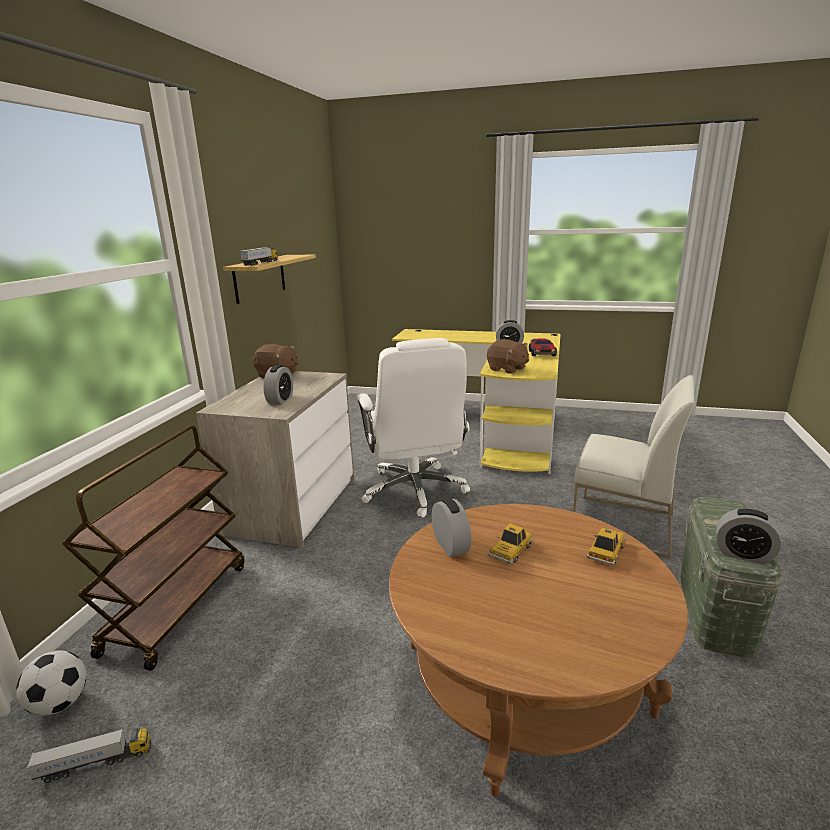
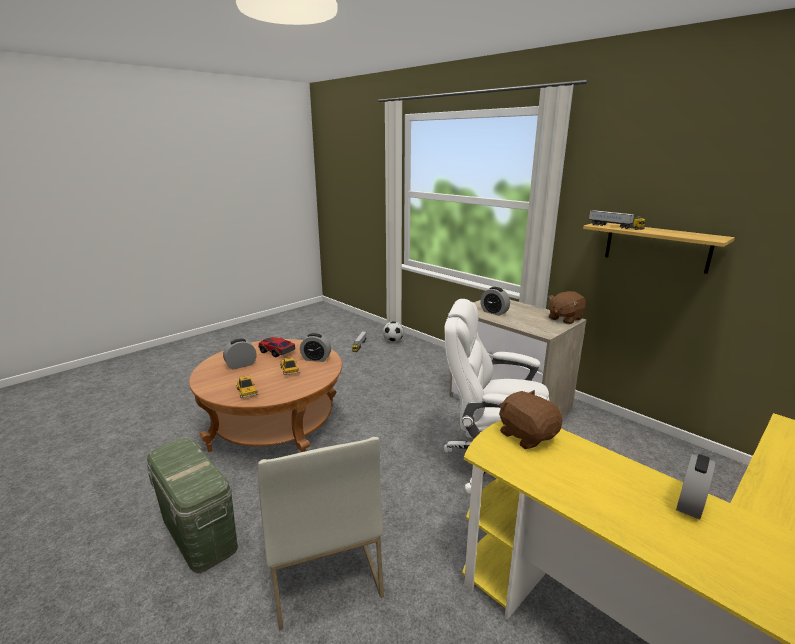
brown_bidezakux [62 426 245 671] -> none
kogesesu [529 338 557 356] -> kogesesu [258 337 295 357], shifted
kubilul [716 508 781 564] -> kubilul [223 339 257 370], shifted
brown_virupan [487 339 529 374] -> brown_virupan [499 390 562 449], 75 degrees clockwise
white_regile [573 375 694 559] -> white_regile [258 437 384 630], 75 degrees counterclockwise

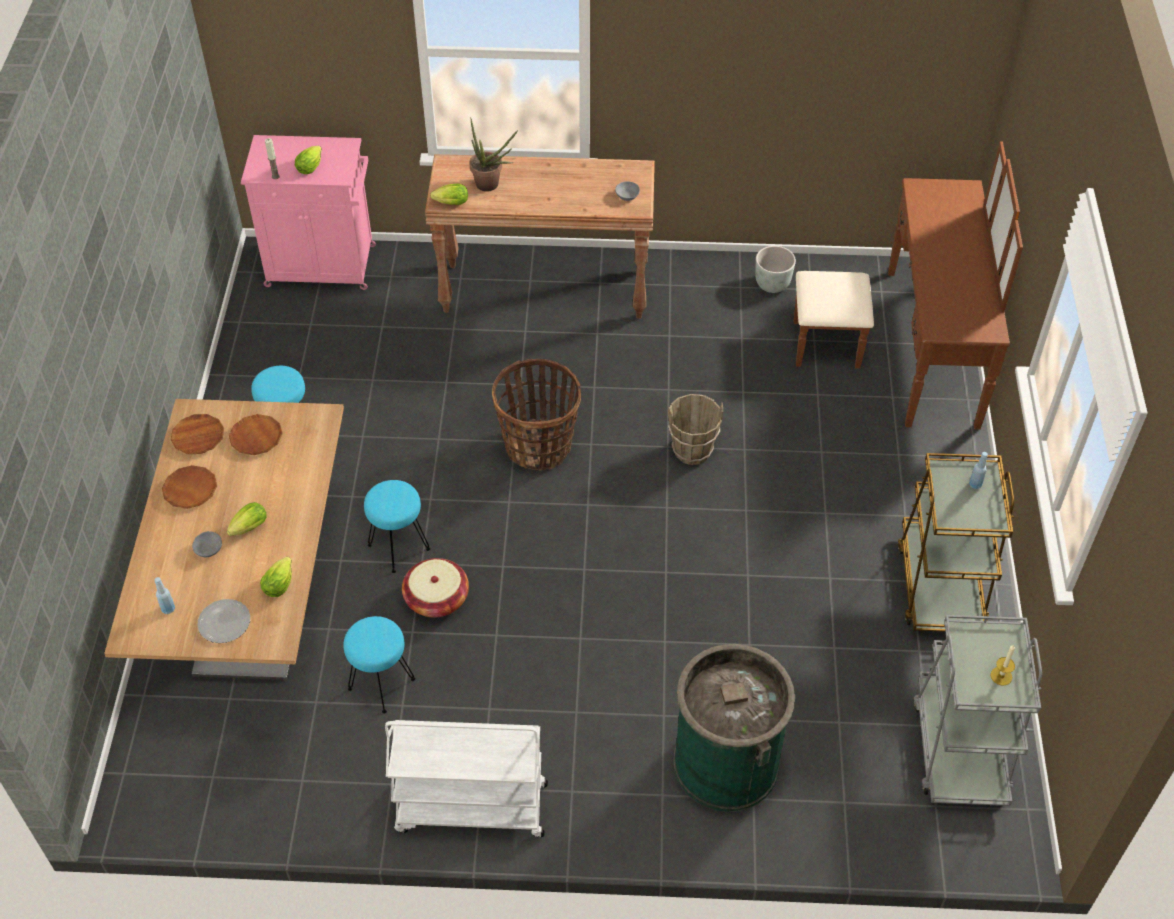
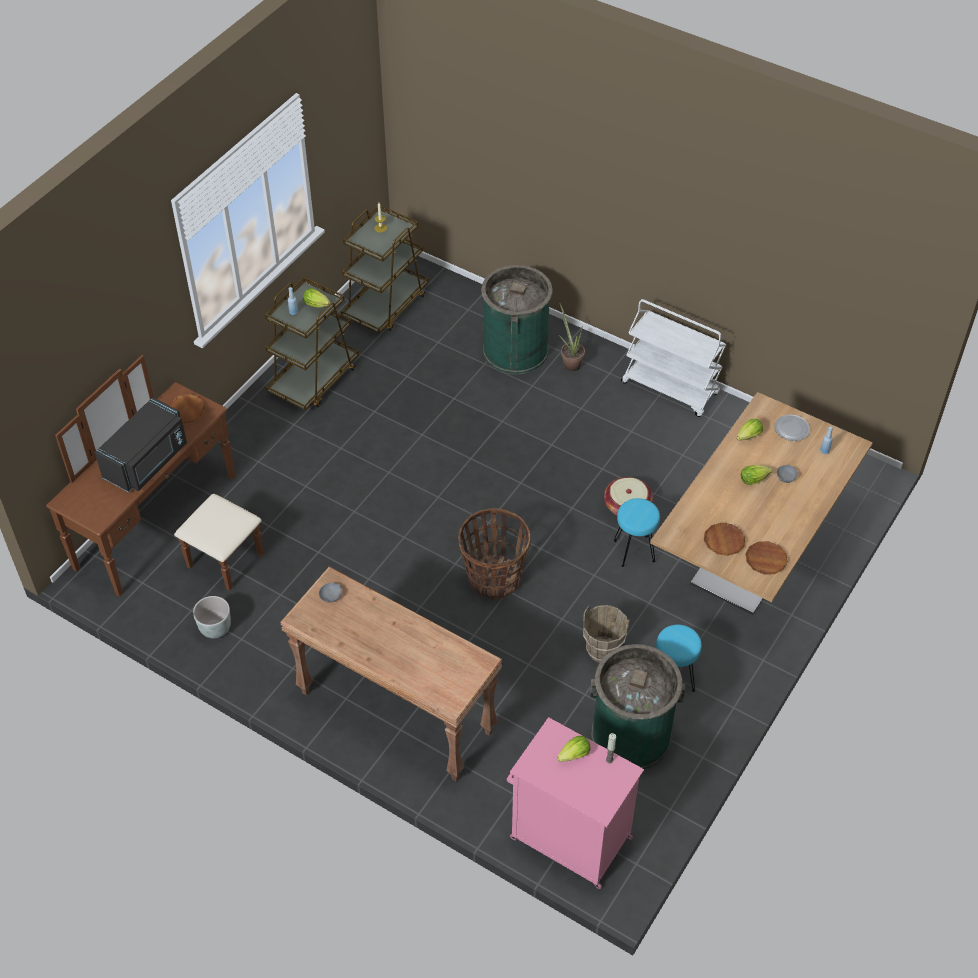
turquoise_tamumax [344 616 415 714] -> none
none -> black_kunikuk [95 397 187 492]
none -> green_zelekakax [590 644 685 769]
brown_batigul [162 465 217 509] -> brown_batigul [168 394 206 423], shifted
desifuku [430 184 468 205] -> desifuku [303 288 331 308], shifted
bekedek [469 117 518 192] -> bekedek [559 302 585 371], shifted
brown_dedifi [668 394 723 465] -> brown_dedifi [583 605 630 663], shifted
grey_bidezakux [914 615 1042 806] -> brown_bidezakux [341 205 429 333]

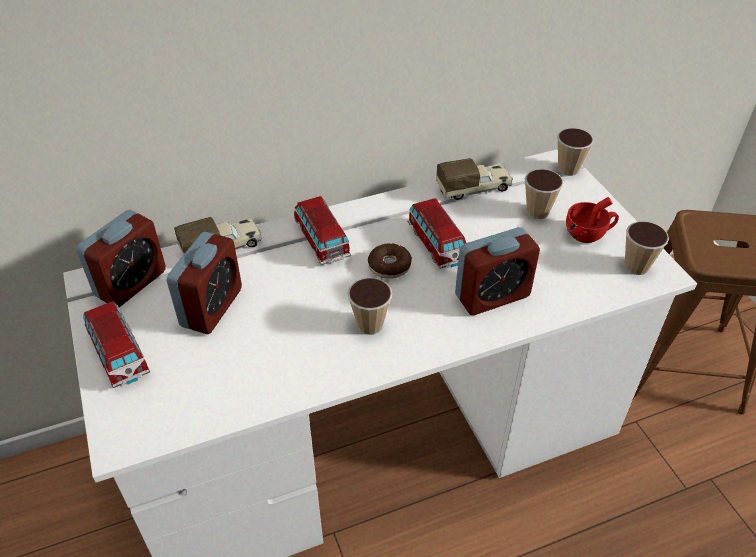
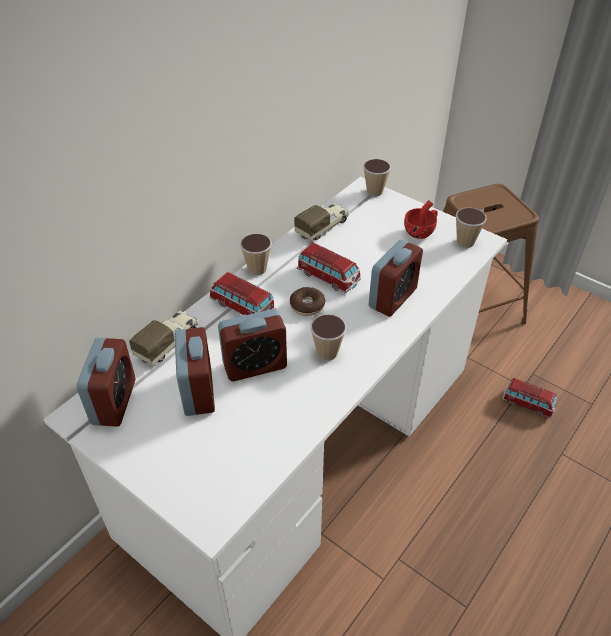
none -> kubilul [218 309 287 381]
kogesesu [83 301 150 388] -> kogesesu [502 378 557 418], shifted
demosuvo [525 169 564 219] -> demosuvo [240 233 272 275], shifted

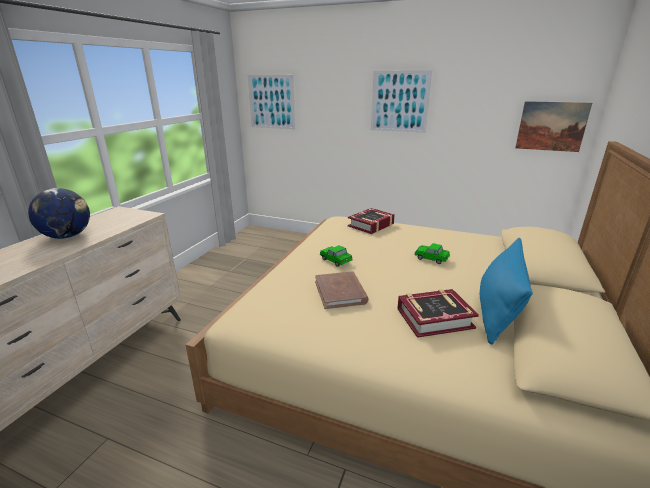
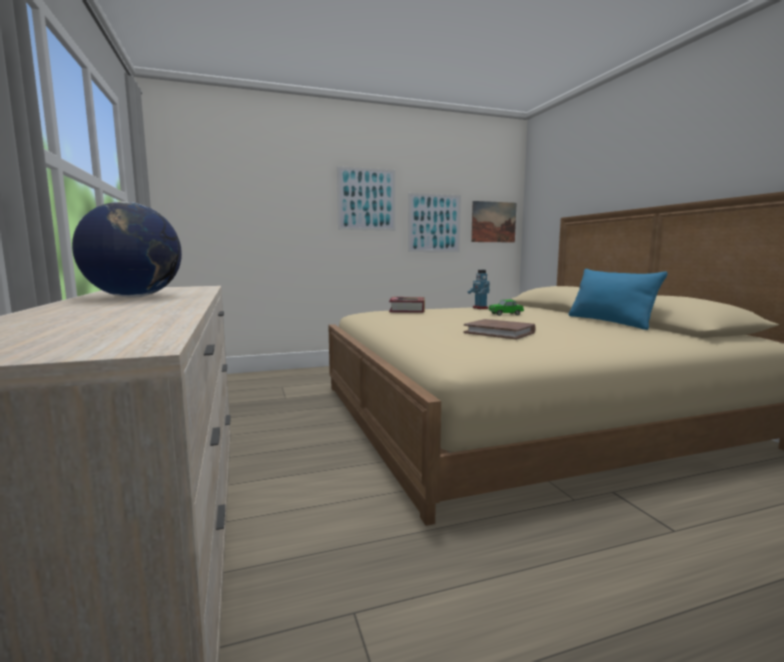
kogesesu [320 245 353 267] -> none
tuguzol [397 289 479 338] -> none
none -> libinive [468 270 490 309]
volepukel [248 75 295 129] -> volepukel [408 193 461 252], shifted

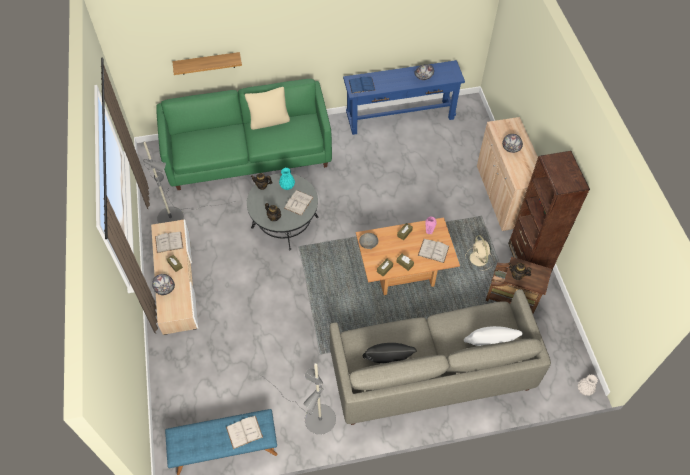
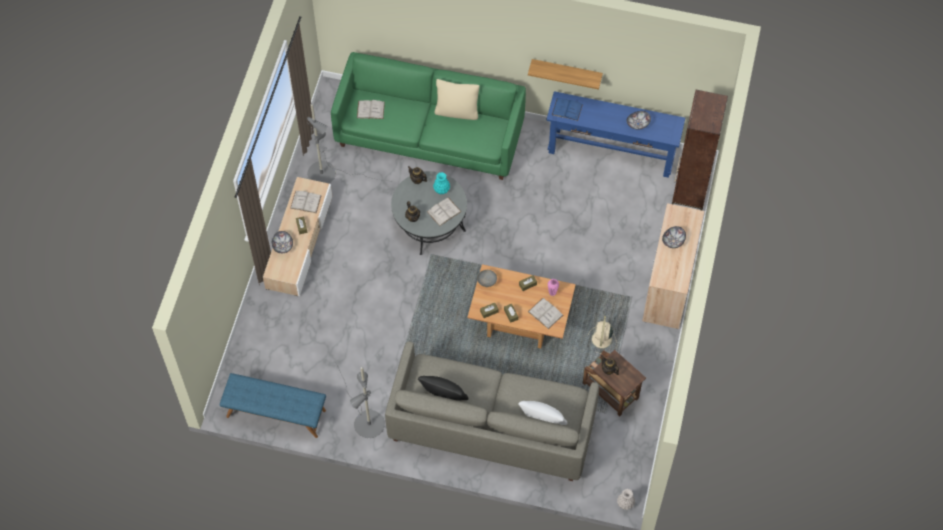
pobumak [172 52 242 75] -> pobumak [528 59 603 90], shifted
white_tuguzol [226 416 263 449] -> white_tuguzol [357 100 385 119], shifted
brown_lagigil [508 151 590 272] -> brown_lagigil [672 90 728 210], shifted

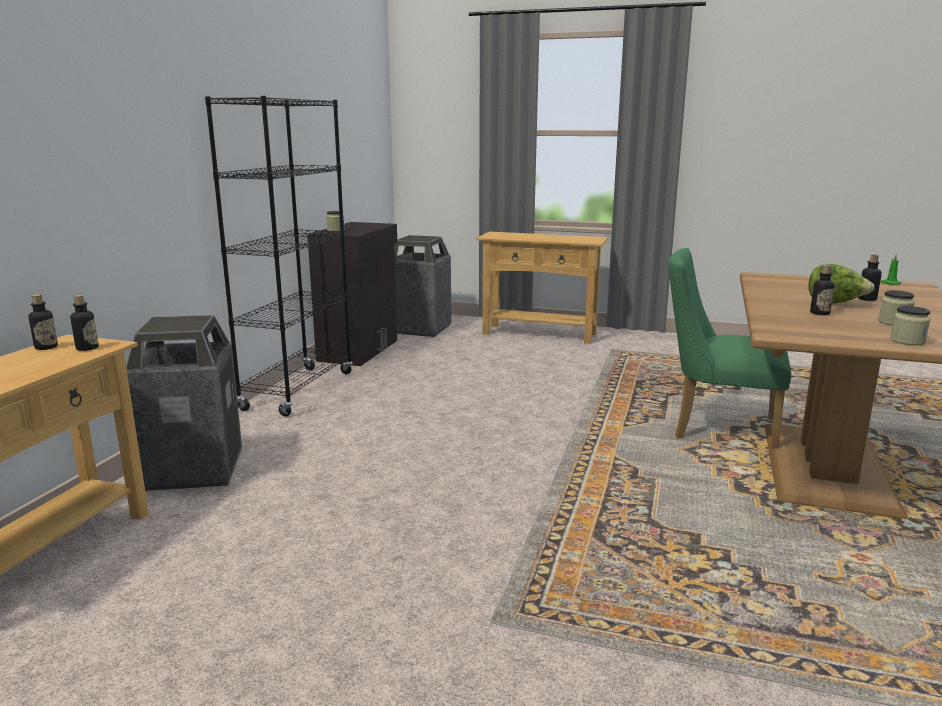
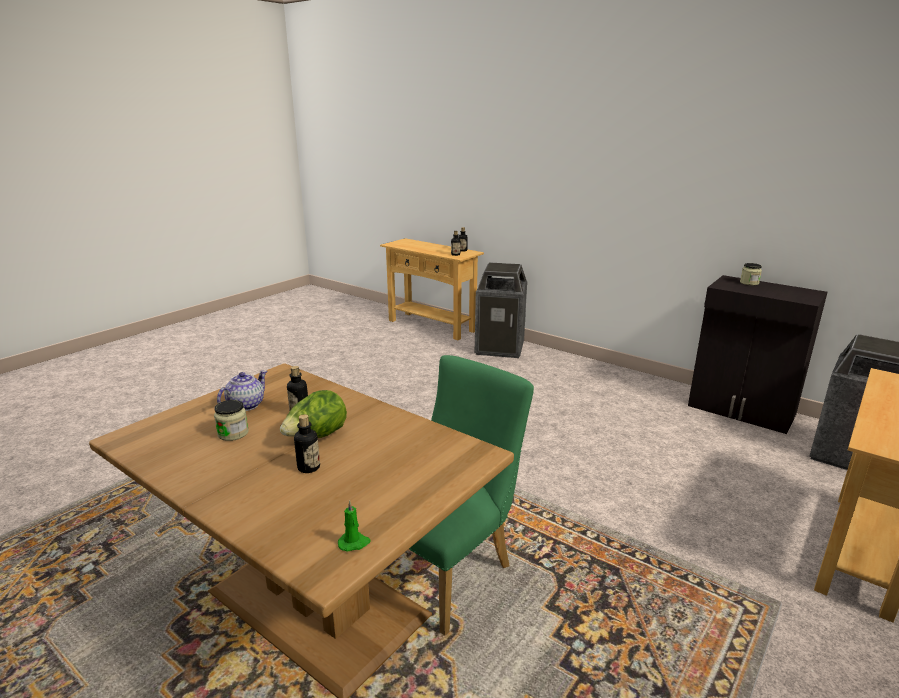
black_lagigil [205 96 353 417] -> none
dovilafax [890 306 930 345] -> none
none -> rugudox [217 370 267 411]

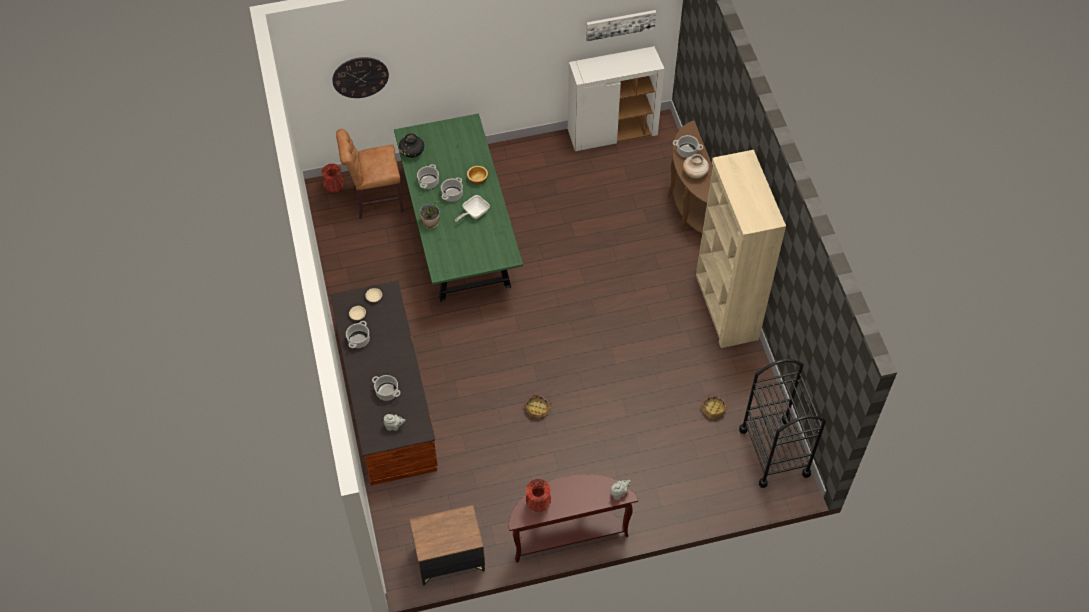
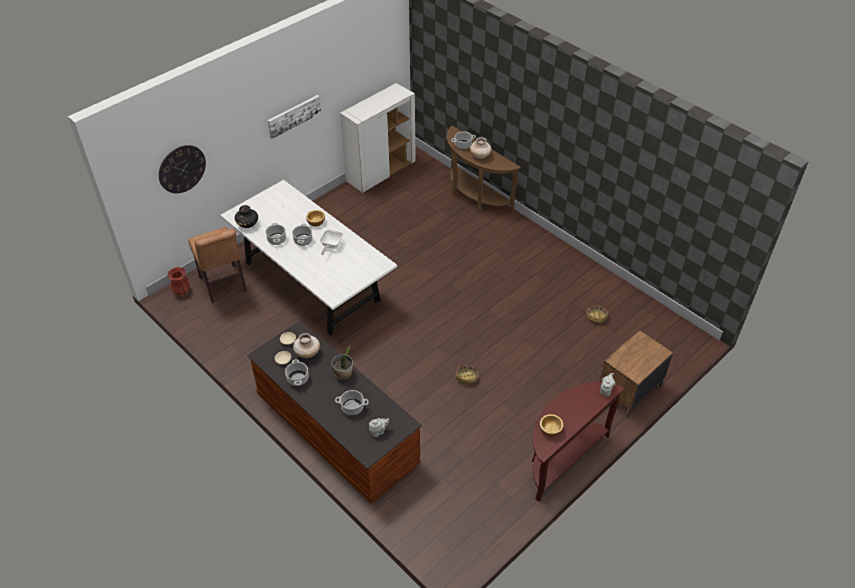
beige_lagigil [696 150 786 348] -> none
black_bidezakux [739 359 826 488] -> none
none -> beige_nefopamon [293 333 320 358]
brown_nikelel [409 505 485 586] -> brown_nikelel [600 330 673 418], shifted
bekedek [419 201 440 229] -> bekedek [331 346 353 380], shifted
volepukel [586 10 656 41] -> volepukel [268 95 321 139], shifted
red_nefopamon [526 479 551 512] -> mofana [540 414 564 437]
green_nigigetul [394 114 523 302] -> white_nigigetul [220 180 397 335]
brown_regile [336 129 404 219] -> brown_regile [188 227 247 303], 75 degrees counterclockwise

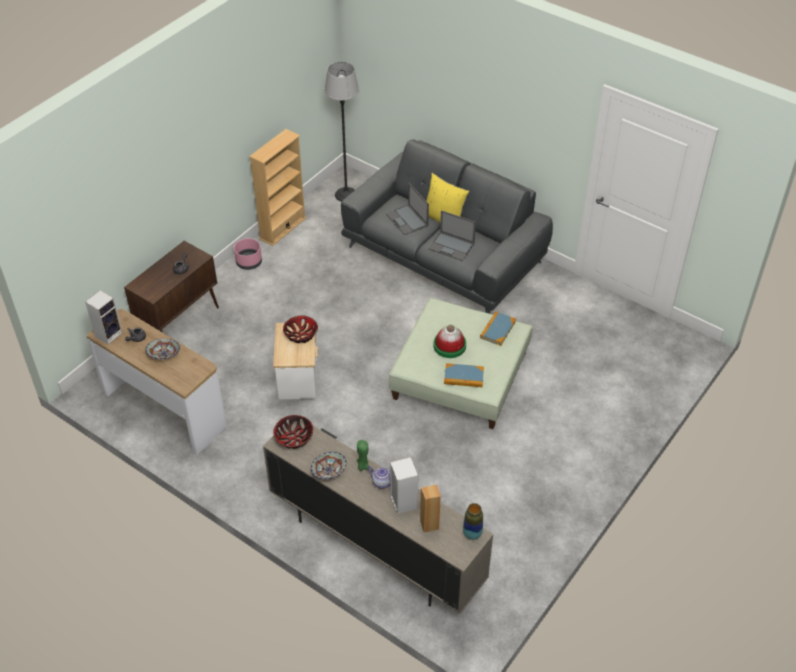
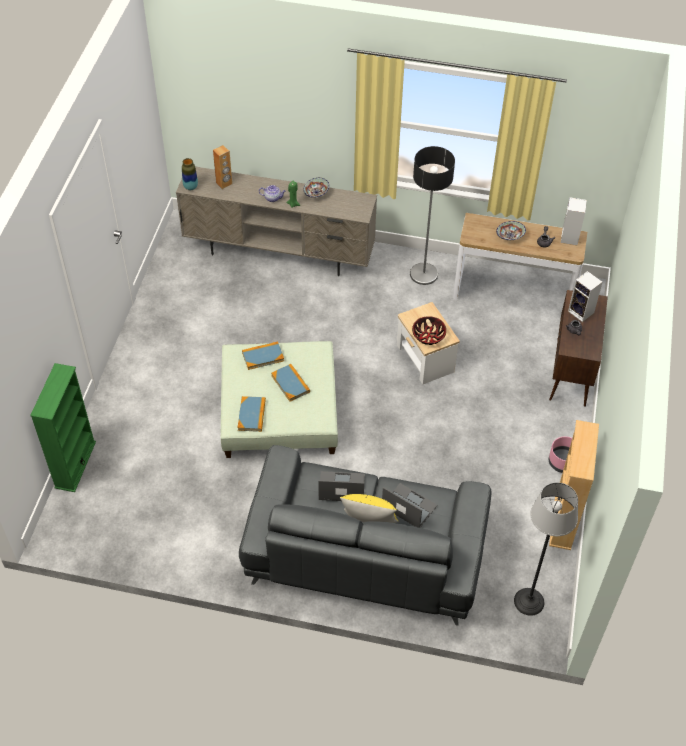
mofana [273 415 313 449] -> none
none -> green_lagigil [30 363 96 492]
none -> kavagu [410 146 455 285]
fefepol [390 457 418 514] -> fefepol [568 271 602 322], shifted
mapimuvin [433 325 466 358] -> tuguzol [271 364 310 402]

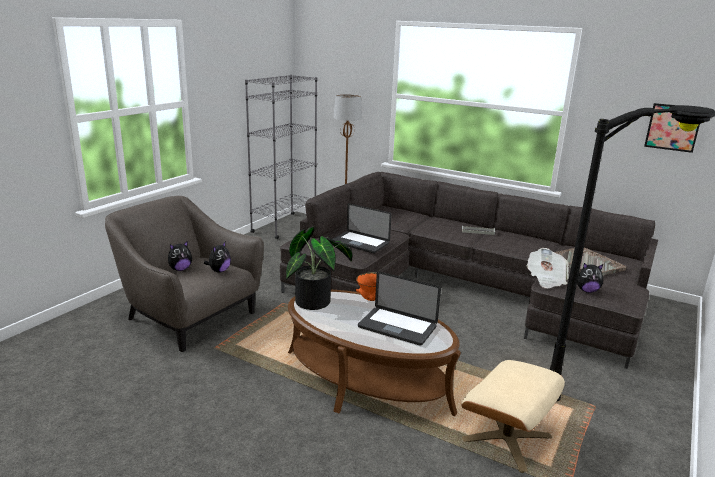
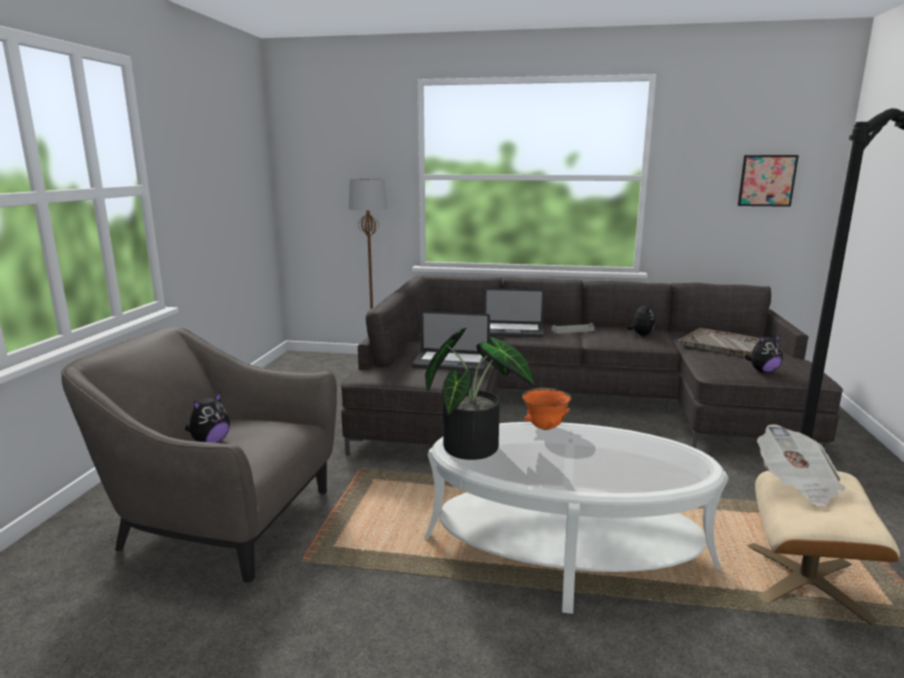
grey_lagigil [245 75 317 239] -> none
virupan [204 242 231 273] -> virupan [627 302 655 335], shifted
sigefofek [358 271 441 346] -> sigefofek [484 288 545 337], shifted
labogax [526 248 569 288] -> labogax [757 424 845 507], shifted
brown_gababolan [288 290 461 416] -> white_gababolan [424 422 728 614]

